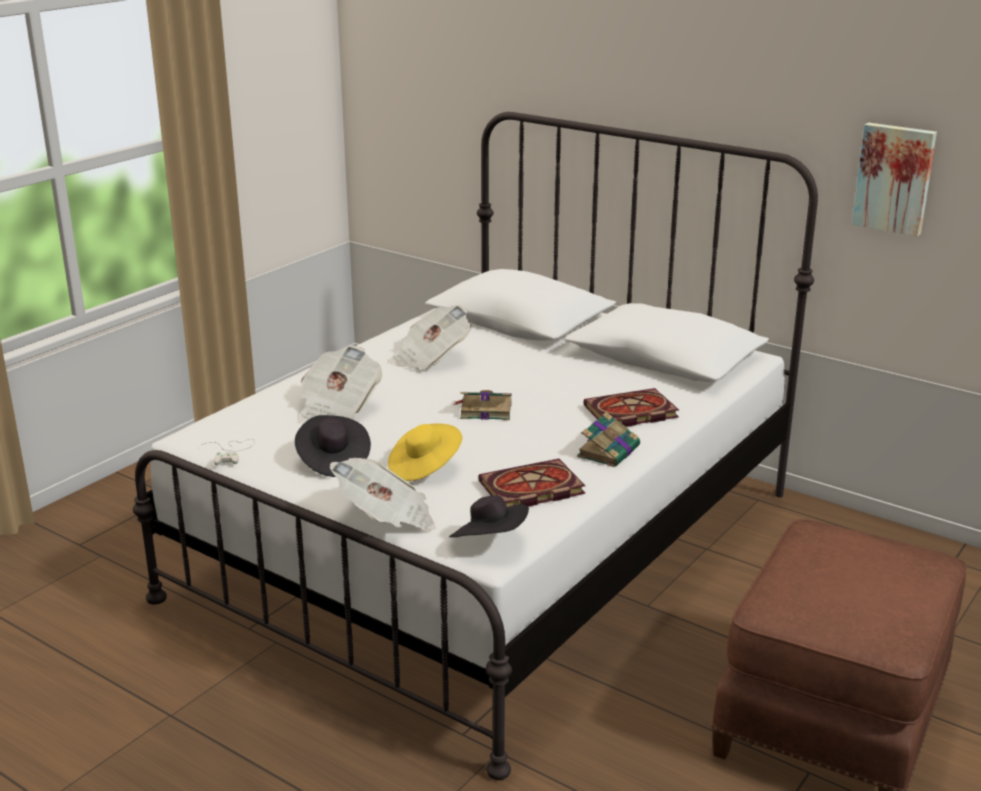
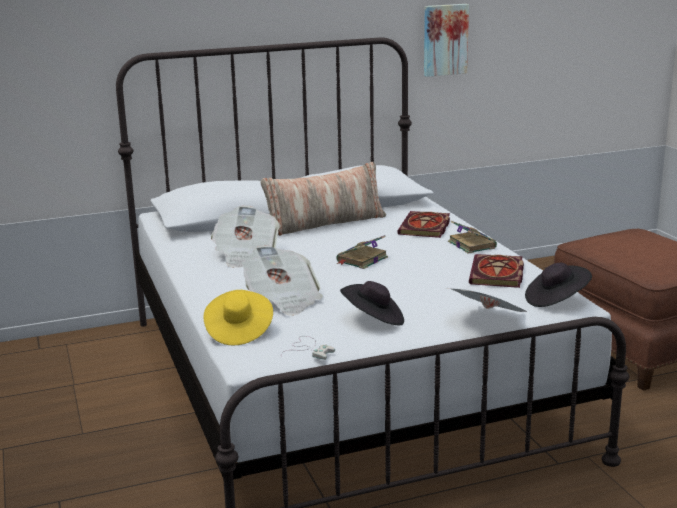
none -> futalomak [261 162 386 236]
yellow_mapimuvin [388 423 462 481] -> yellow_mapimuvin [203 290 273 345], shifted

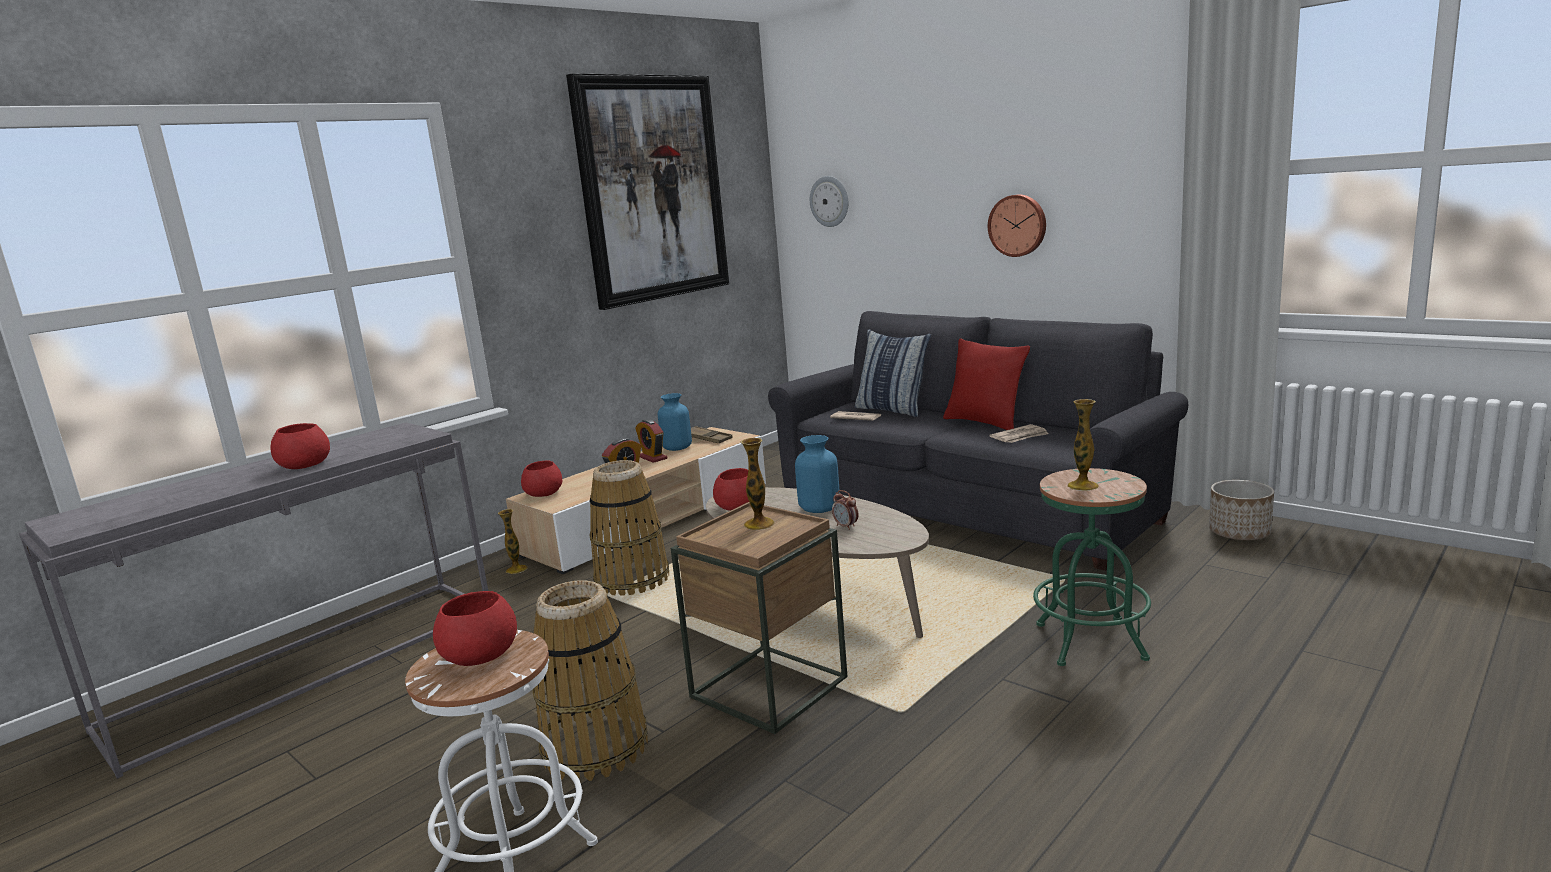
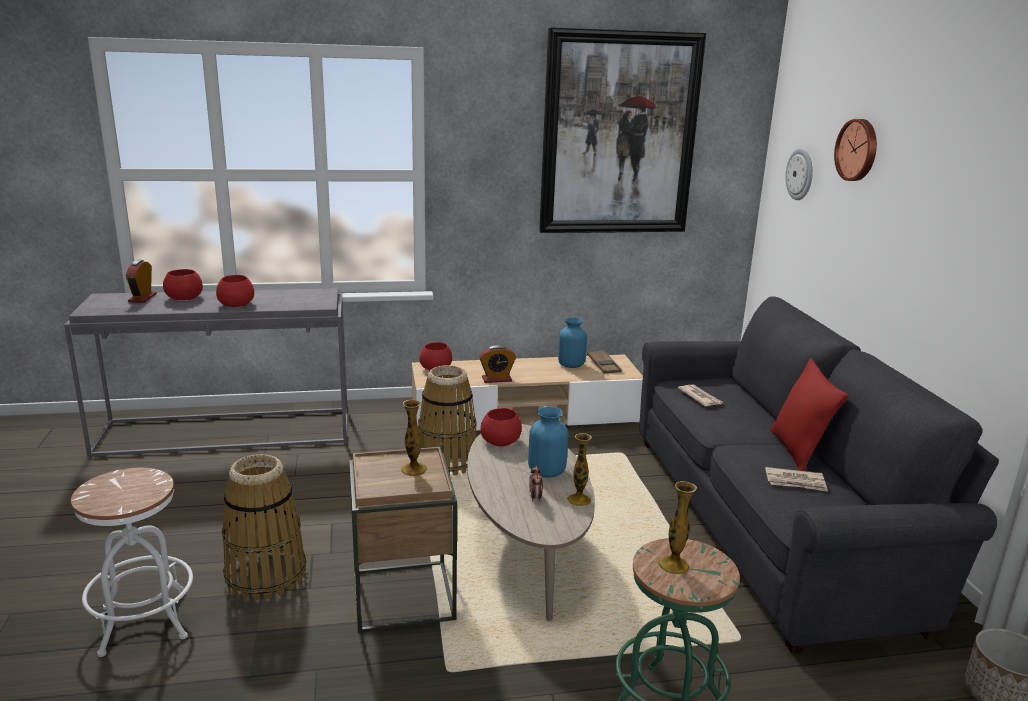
futalomak [855 330 931 417] -> none
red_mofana [433 591 517 666] -> red_mofana [163 269 203 300], shifted
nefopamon [498 509 528 574] -> nefopamon [567 433 592 506], shifted
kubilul [635 419 668 463] -> kubilul [126 260 157 303], shifted
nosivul [988 195 1046 257] -> nosivul [834 119 877 181], shifted

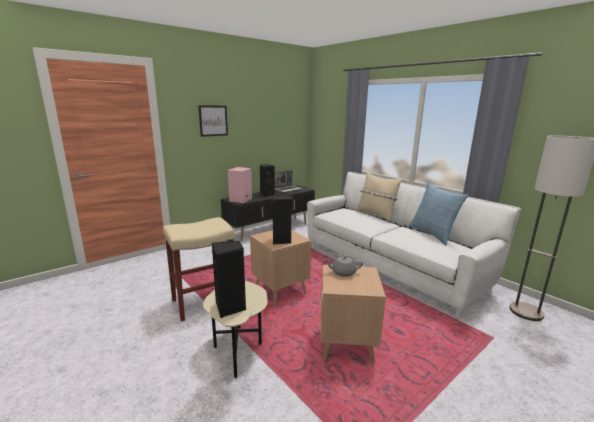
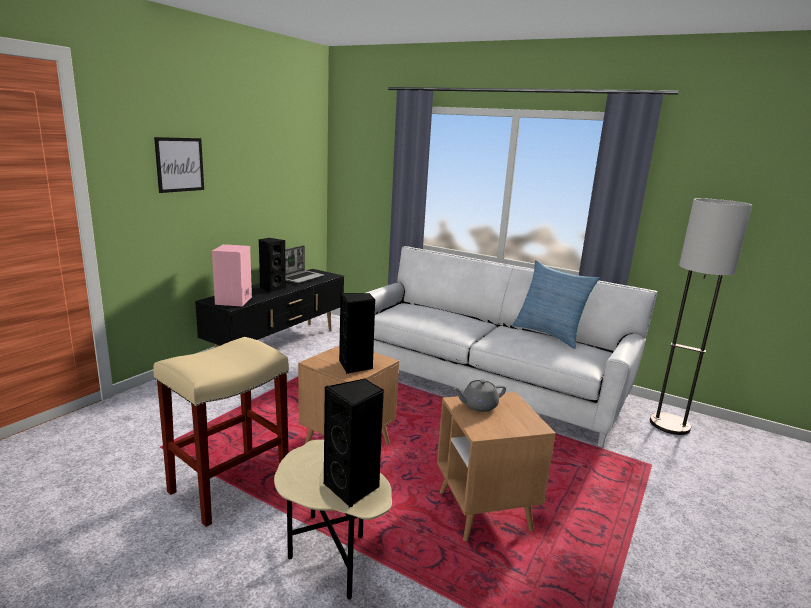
beige_futalomak [355 172 402 222] -> none

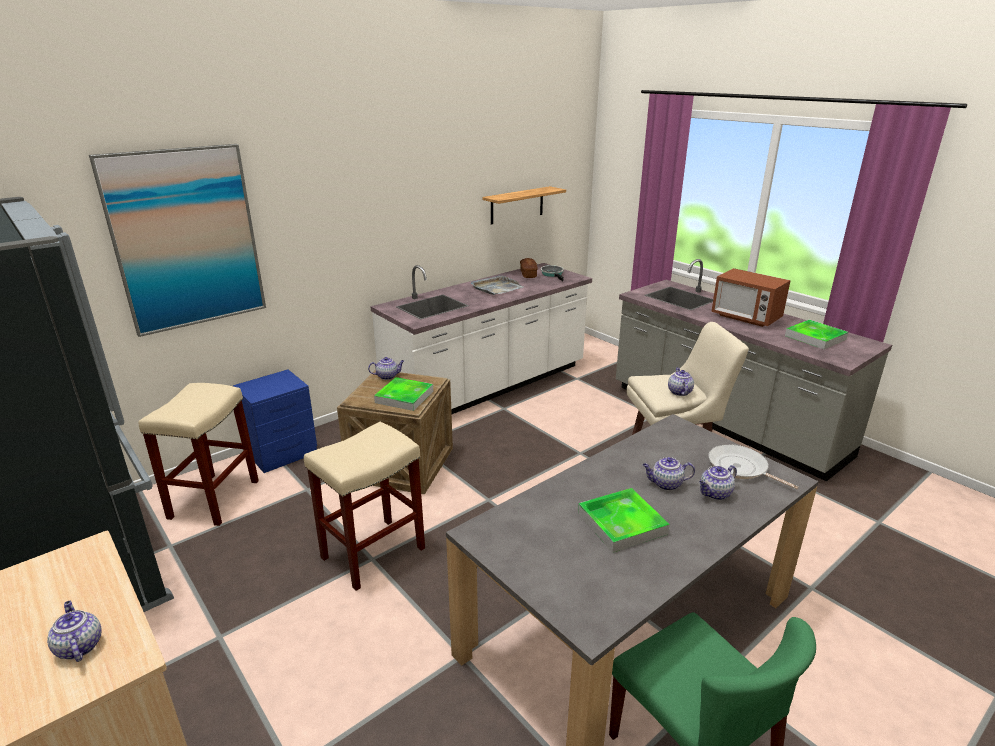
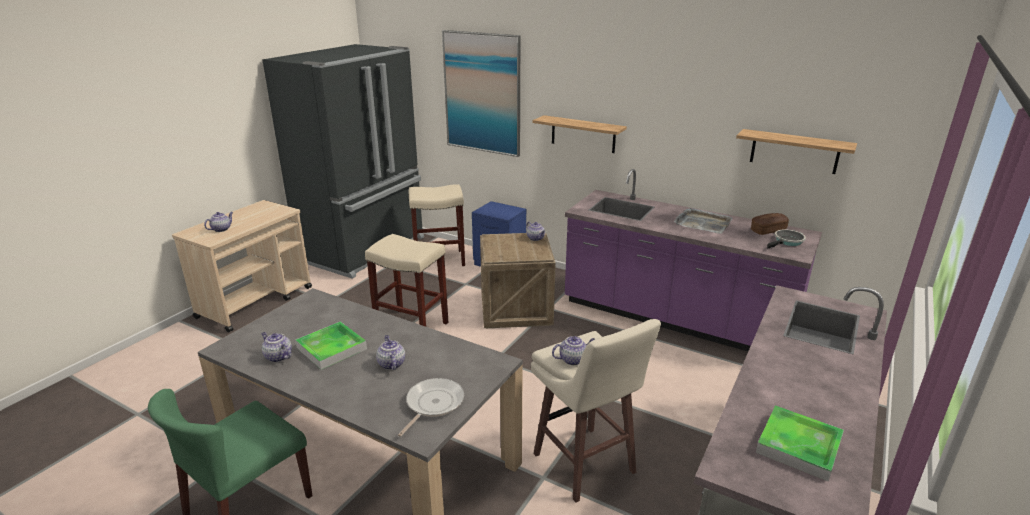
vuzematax [374 377 433 411] -> none
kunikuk [711 268 791 327] -> none
none -> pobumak [533 115 627 153]
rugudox [699 465 737 500] -> rugudox [261 332 292 362], shifted
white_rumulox [370 263 592 414] -> purple_rumulox [565 169 822 351]

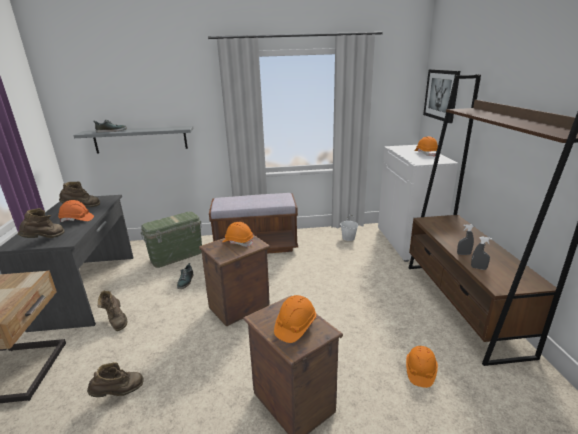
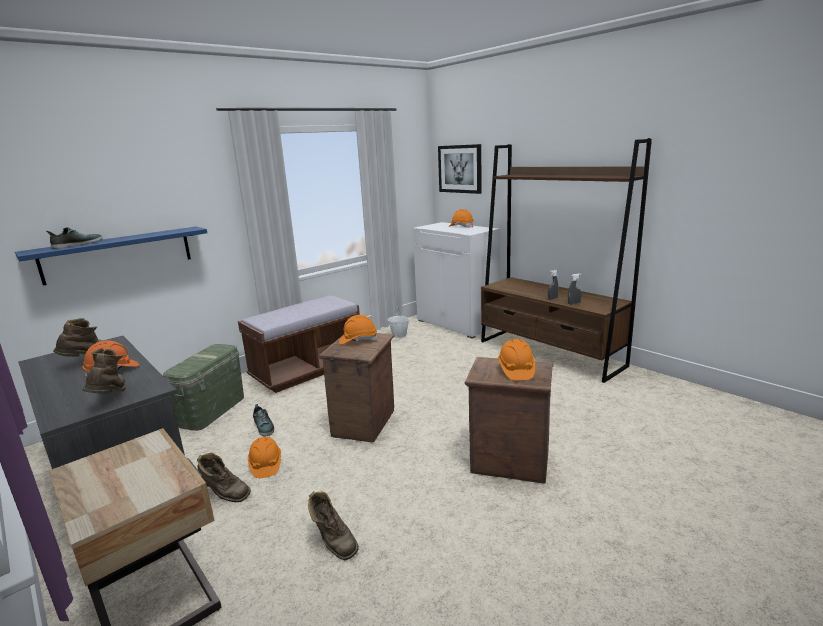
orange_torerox [406 346 438 388] -> orange_torerox [248 437 281 478], shifted
grey_pobumak [74 126 193 154] -> blue_pobumak [15 226 207 286]
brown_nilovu [87 362 144 397] -> brown_nilovu [308 491 359 560], 120 degrees clockwise

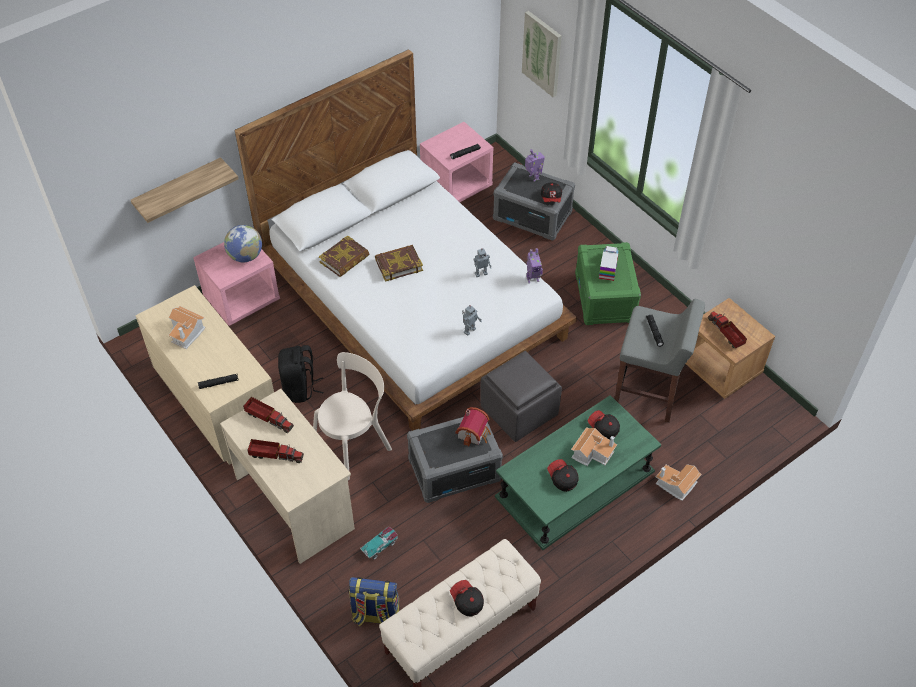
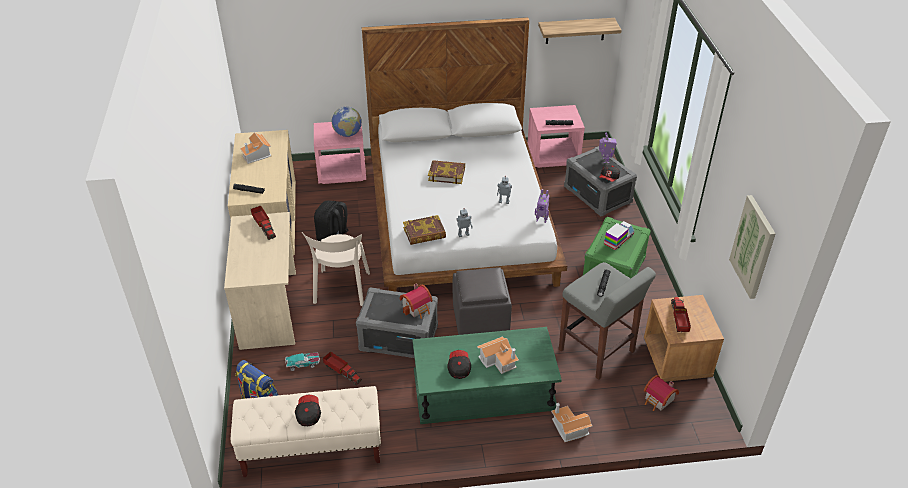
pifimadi [588 410 620 440] -> none
none -> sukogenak [644 375 679 411]
pobumak [131 157 239 223] -> pobumak [538 18 622 44], shifted
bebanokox [247 439 304 463] -> bebanokox [323 351 362 385], shifted
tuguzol [319 235 369 277] -> tuguzol [403 215 446 245], shifted
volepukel [522 11 562 97] -> volepukel [729 195 775 299], shifted
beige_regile [313 352 392 480] -> beige_regile [302 232 370 306], 105 degrees clockwise

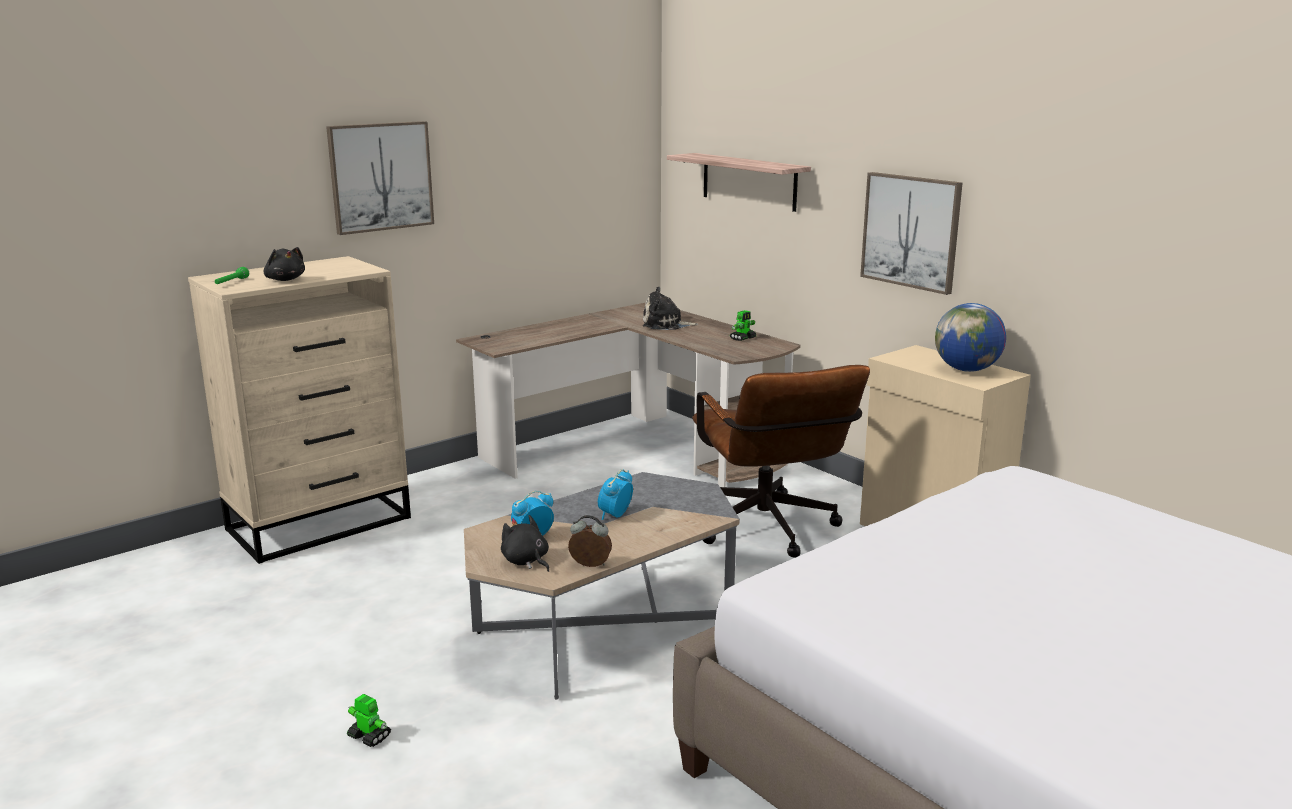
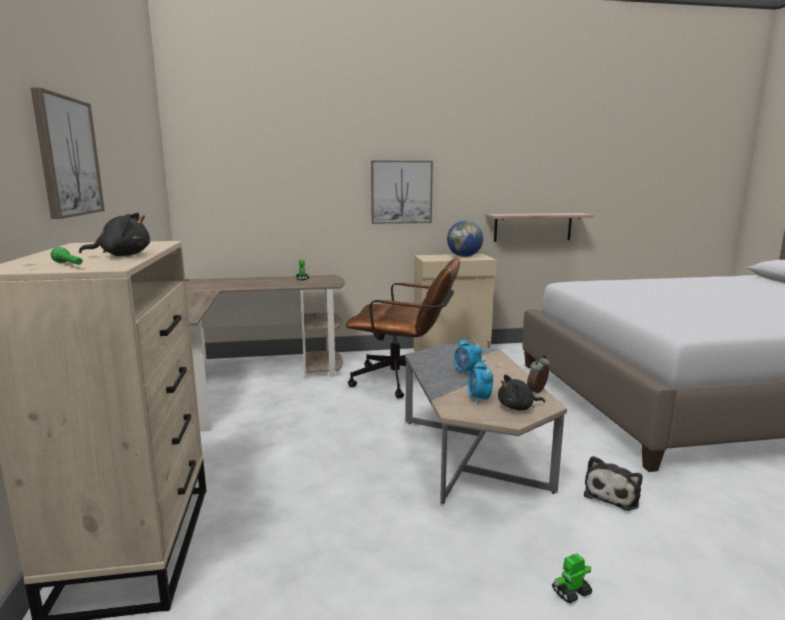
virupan [643 286 698 330] -> virupan [584 456 643 511], shifted
pobumak [667 153 811 212] -> pobumak [485 213 593 242], shifted

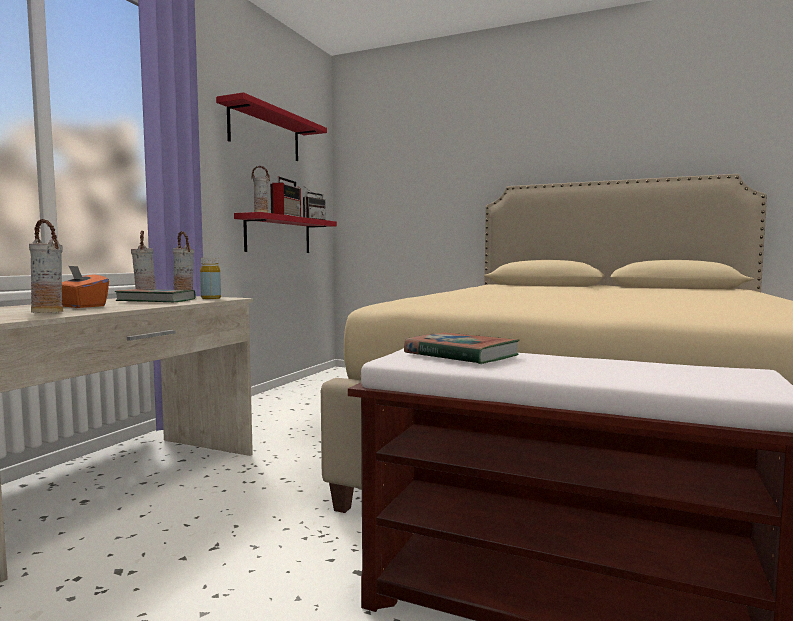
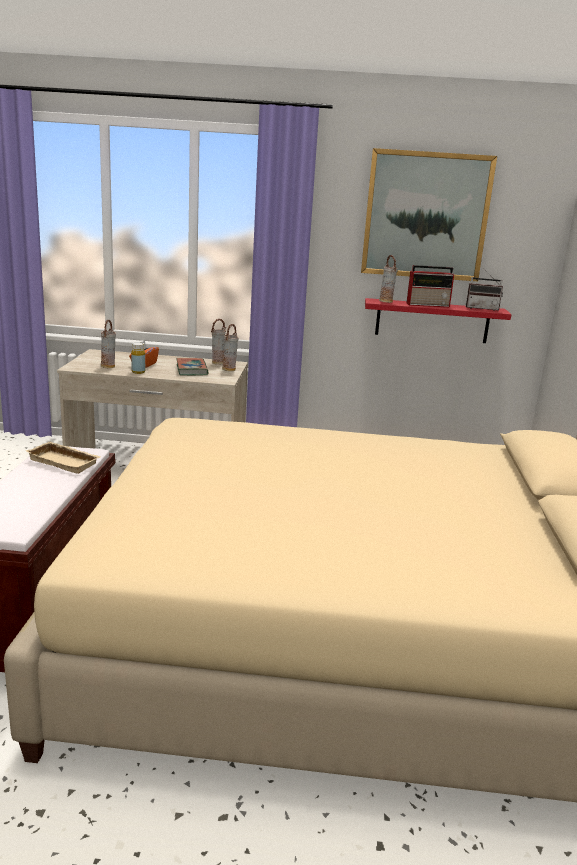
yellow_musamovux [200 258 221 299] -> yellow_musamovux [131 342 145 374], shifted
red_pobumak [216 92 327 161] -> volepukel [361 148 497 281]
tuguzol [404 332 520 364] -> beige_vuzematax [26 441 100 474]

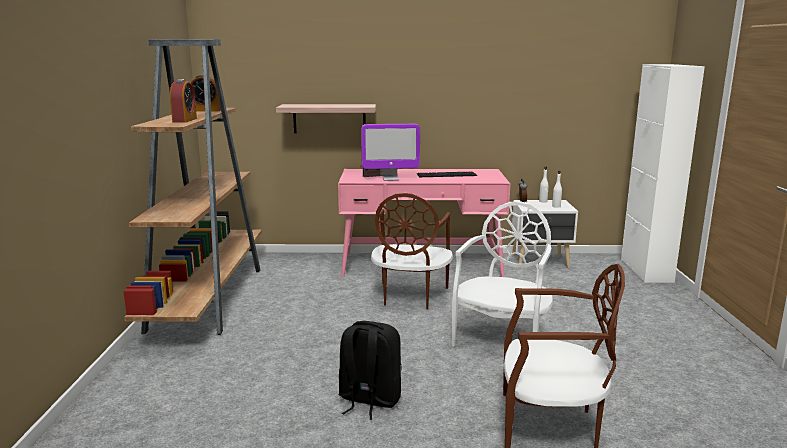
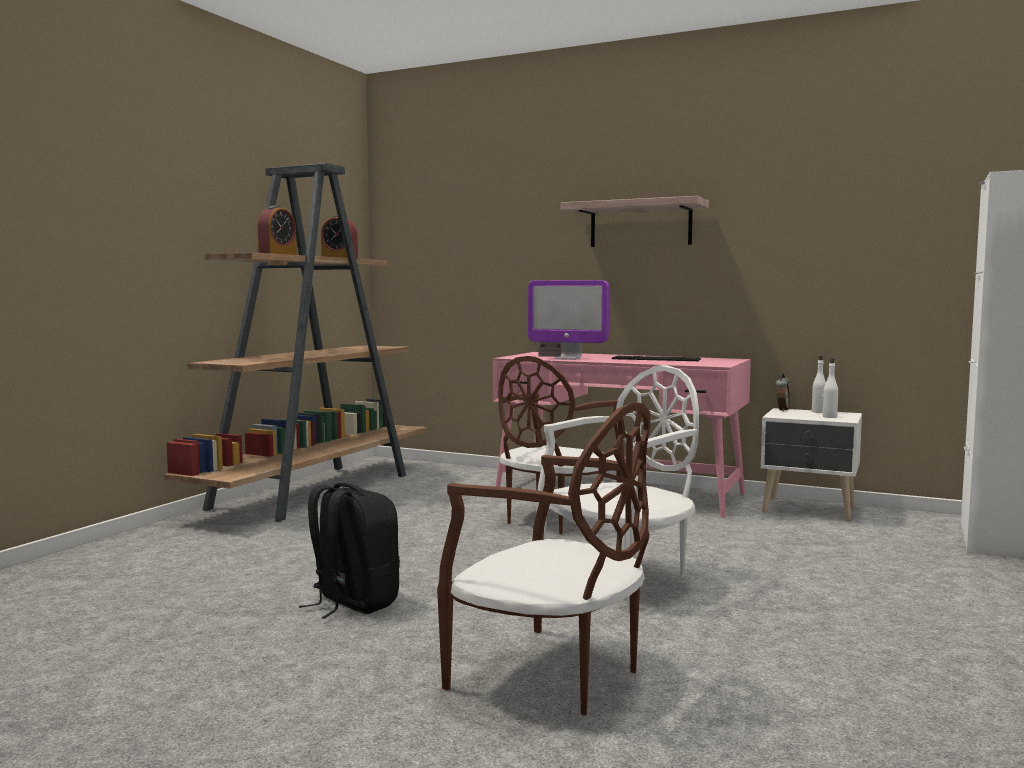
pobumak [276 104 376 133] -> pobumak [561 196 709 247], shifted

